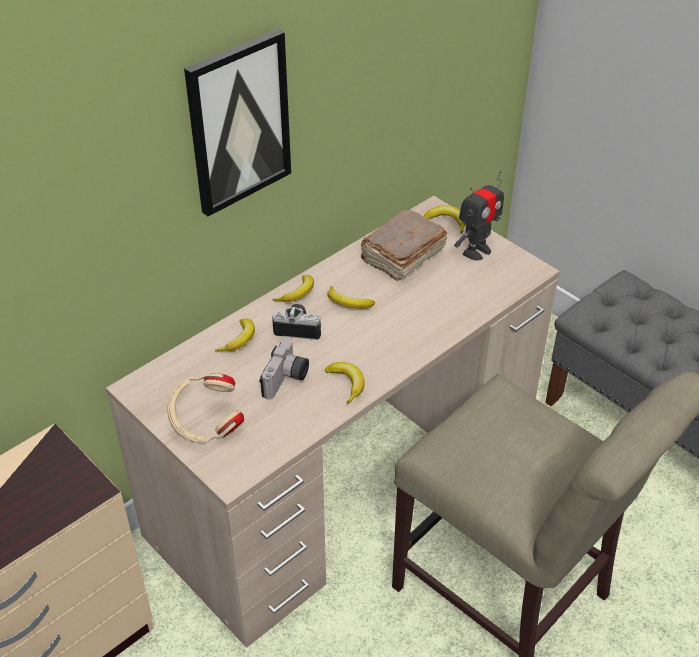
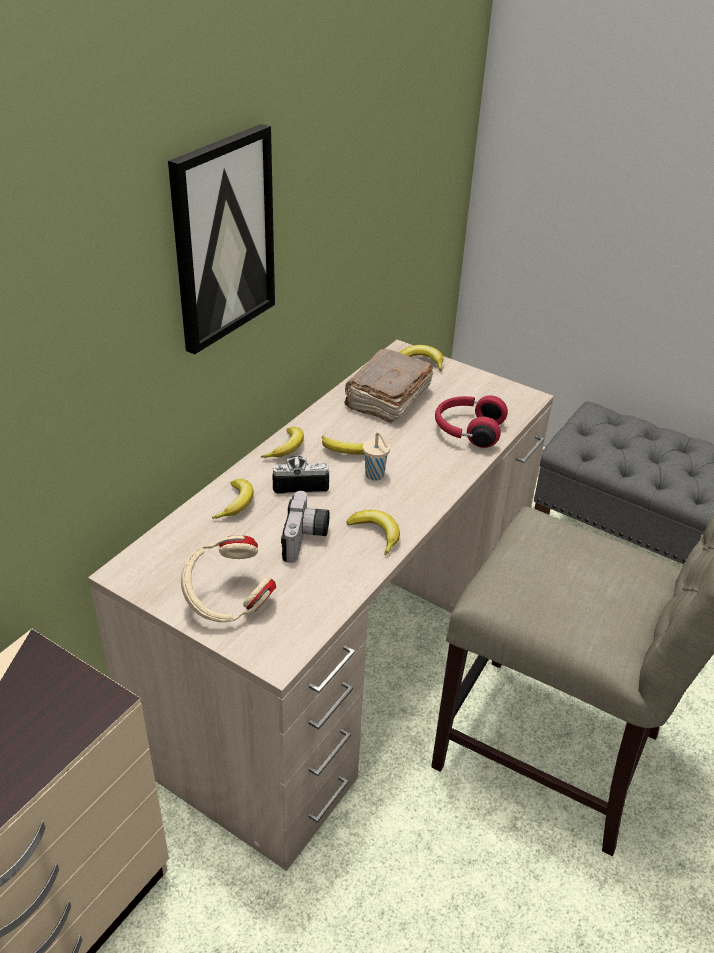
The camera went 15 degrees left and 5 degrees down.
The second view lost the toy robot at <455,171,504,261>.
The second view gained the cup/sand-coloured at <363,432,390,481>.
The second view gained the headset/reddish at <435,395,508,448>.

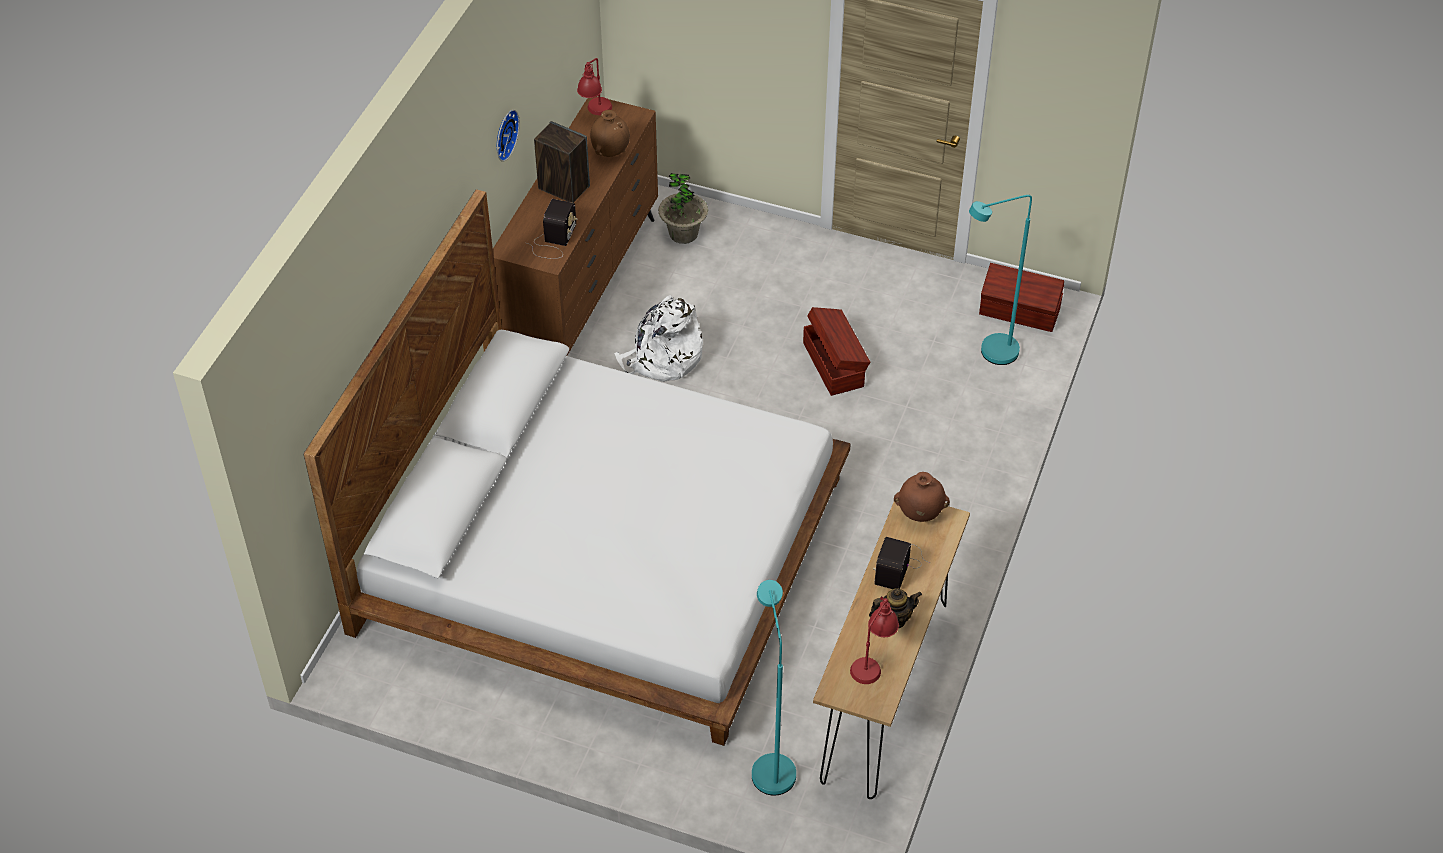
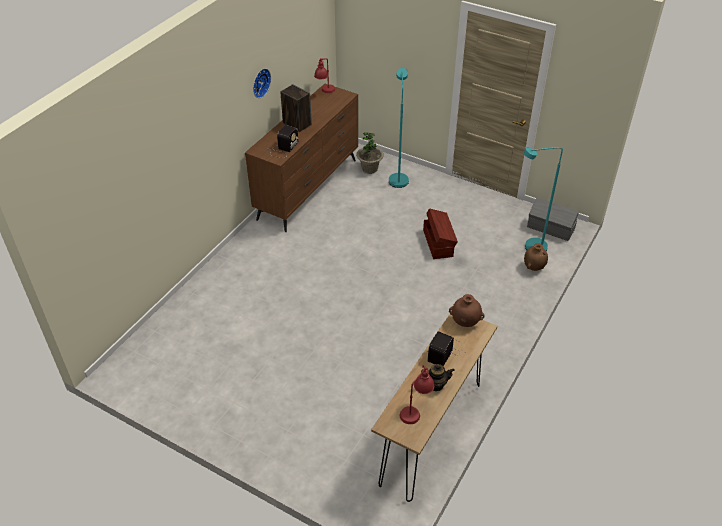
The camera went 10 degrees right and 5 degrees down.
The second view lost the sleeping bed/white at <304,189,851,746>.
The flower vase/brown ended up elsewhere, having gone from <590,110,630,157> to <524,243,548,271>.
The second view lost the knapsack/white at <614,295,703,382>.
The standard lamp/blue-green ended up elsewhere, having gone from <752,580,796,796> to <389,68,409,188>.
What was the storage box/brown at <979,263,1064,332> turned into the storage box/greyish at <527,198,579,241>.

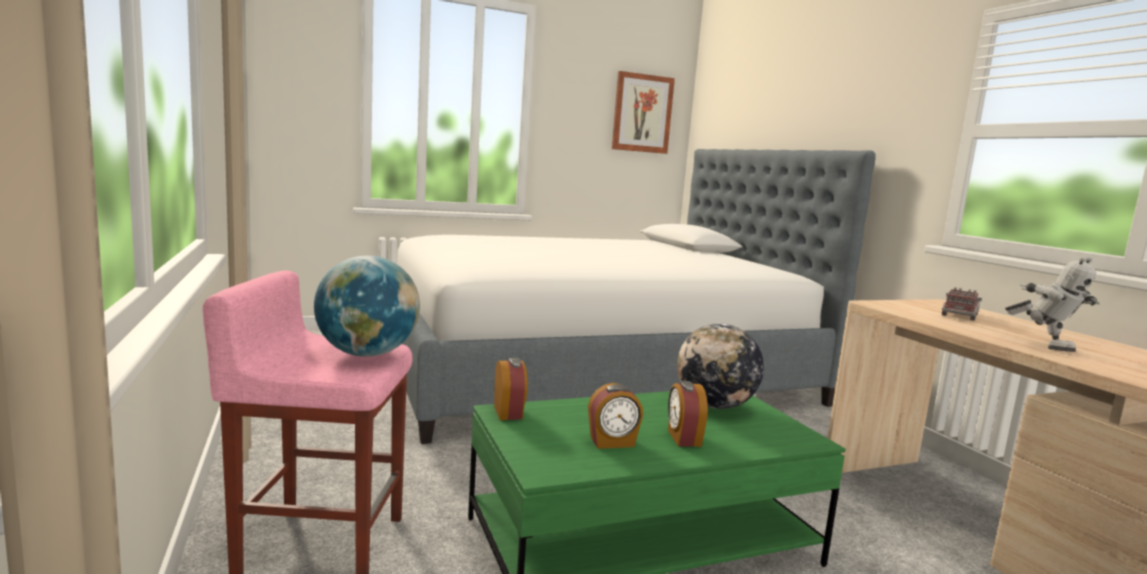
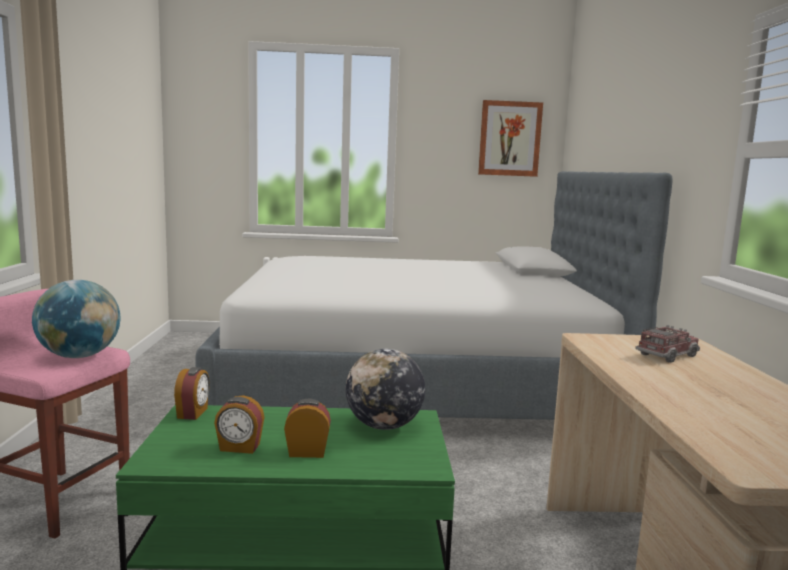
The camera went 20 degrees right and 0 degrees up.
The bedside clock at <668,381,708,447> ended up facing another way, 75 degrees clockwise from before.
The second view lost the toy robot at <1005,257,1100,352>.

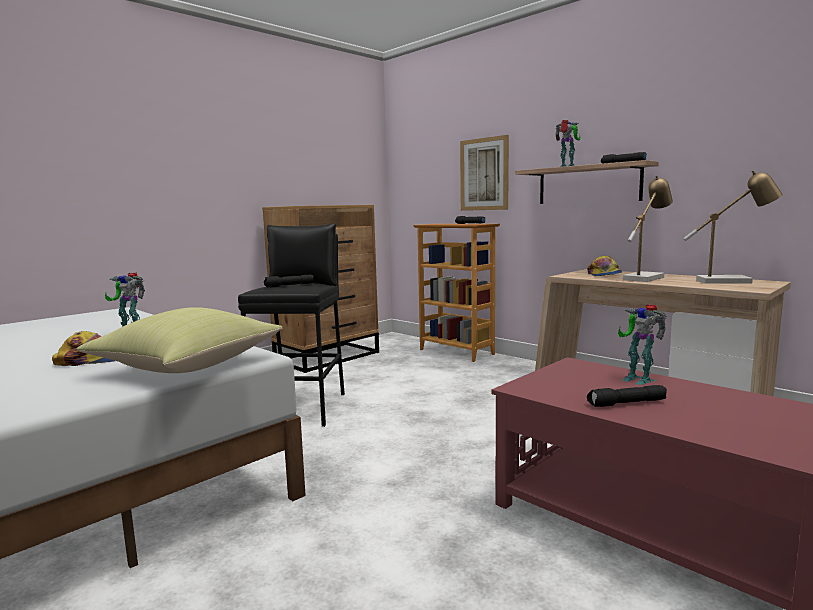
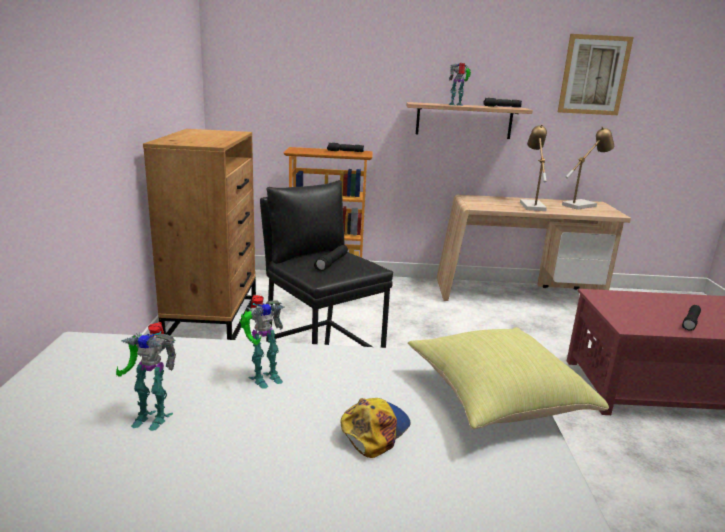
The camera went 45 degrees left and 10 degrees up.
The wall picture ended up elsewhere, having gone from <460,135,509,211> to <558,34,634,115>.
The second view lost the cap at <587,256,622,276>.
The toy robot ended up elsewhere, having gone from <618,304,666,385> to <116,322,176,431>.

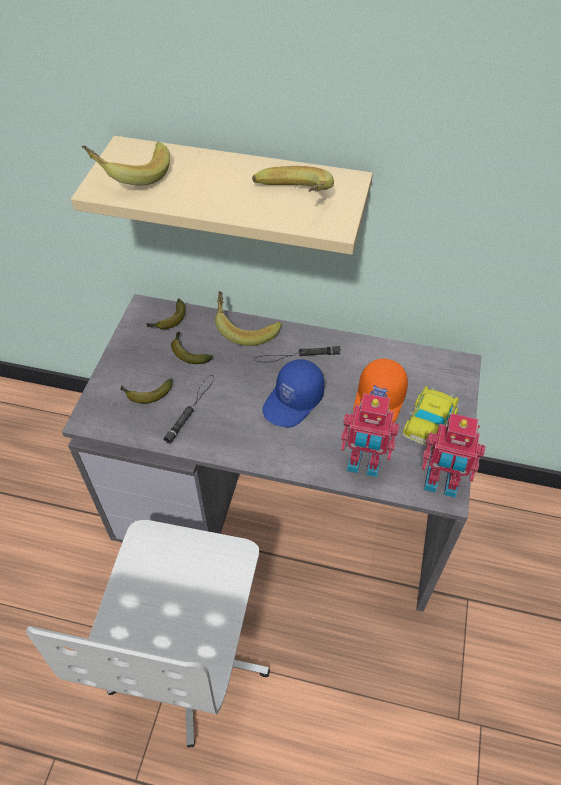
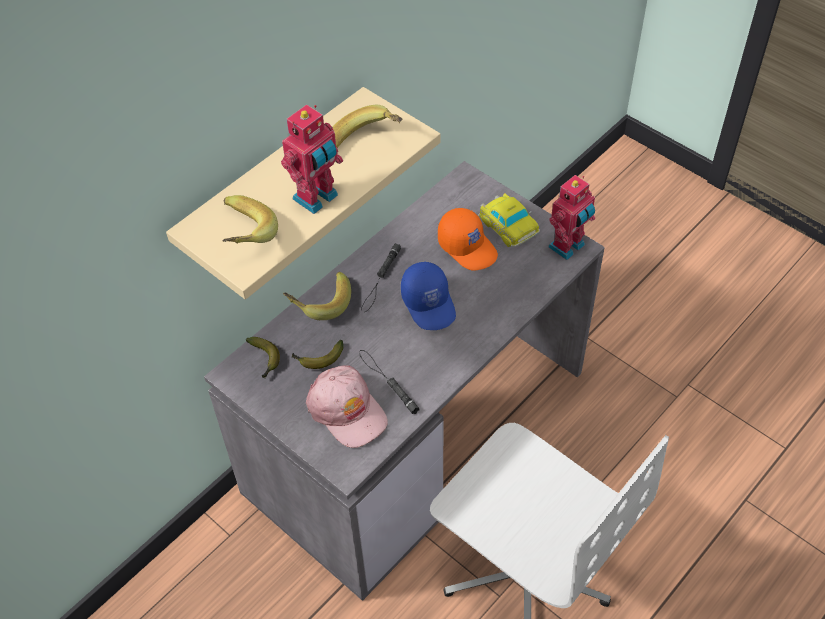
The camera went 60 degrees left and 0 degrees up.
Where the banana stood at <120,378,173,403>, the cap/pink-coloured came to stand at <306,365,388,448>.
The toy robot ended up elsewhere, having gone from <341,393,399,477> to <281,105,343,214>.

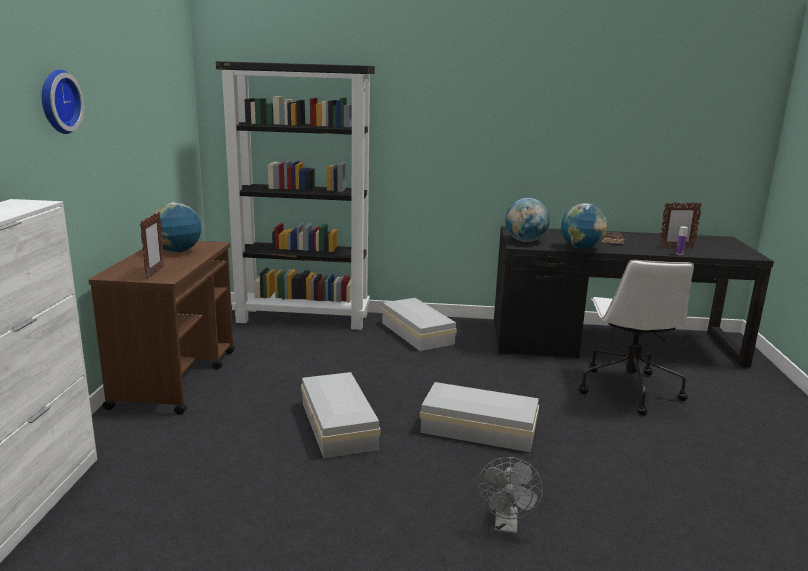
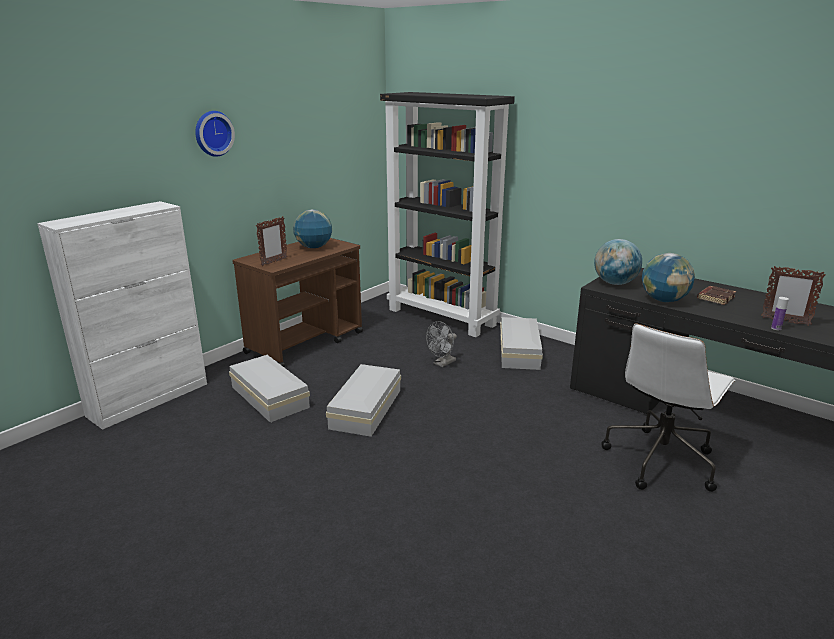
The camera went 35 degrees right and 5 degrees up.
The storage box/white ended up elsewhere, having gone from <420,382,539,452> to <229,355,310,422>.
The cooling fan/greyish ended up elsewhere, having gone from <477,457,543,534> to <426,321,457,367>.

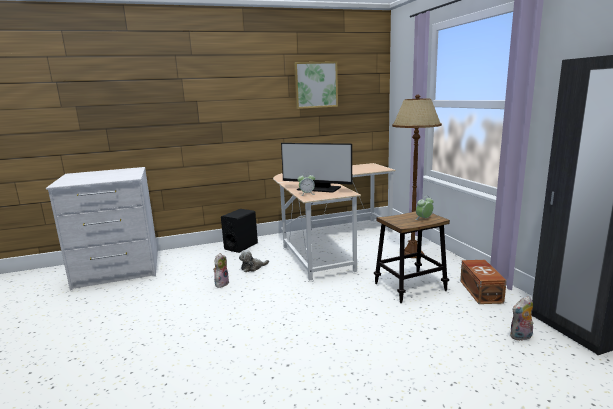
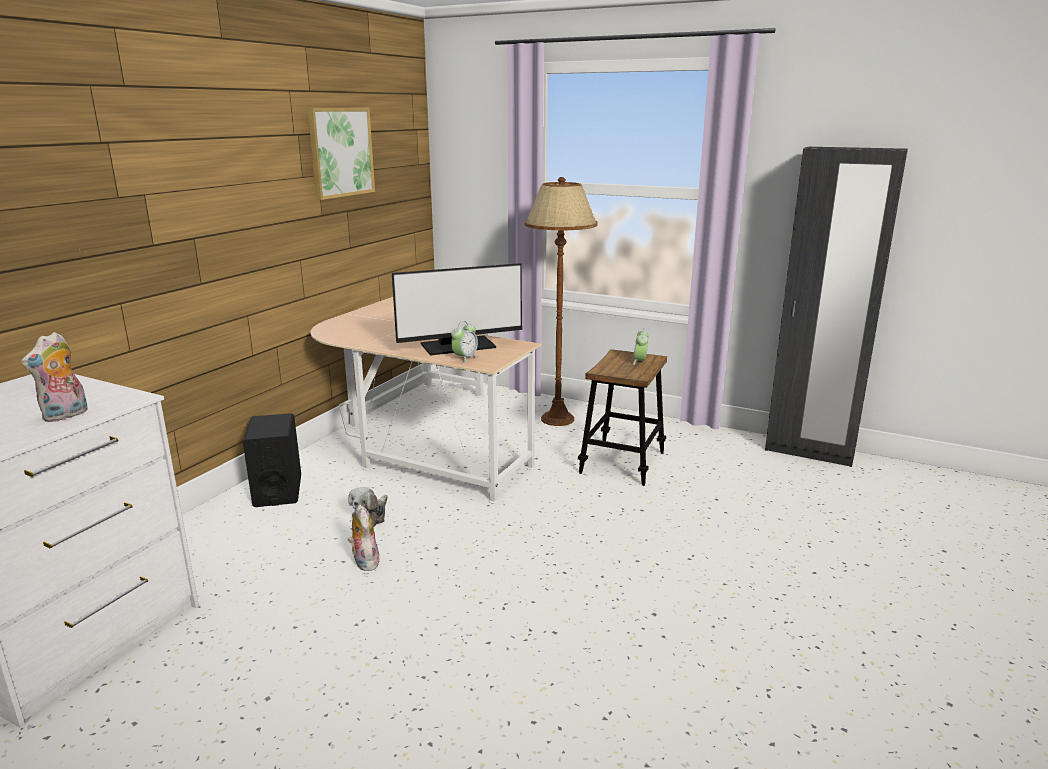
The camera went 45 degrees left and 5 degrees up.
The second view lost the storage box/brown at <460,260,507,304>.
The plush toy ended up elsewhere, having gone from <510,296,534,341> to <21,332,88,422>.

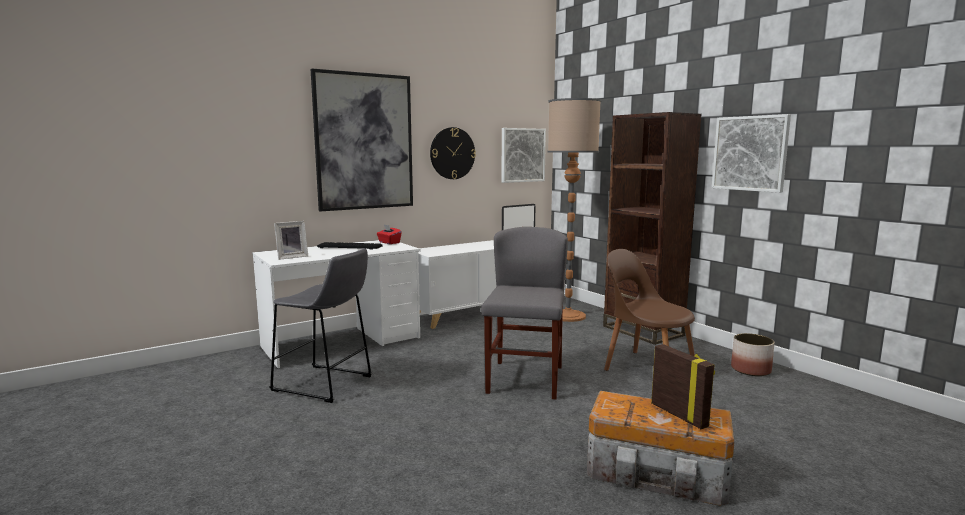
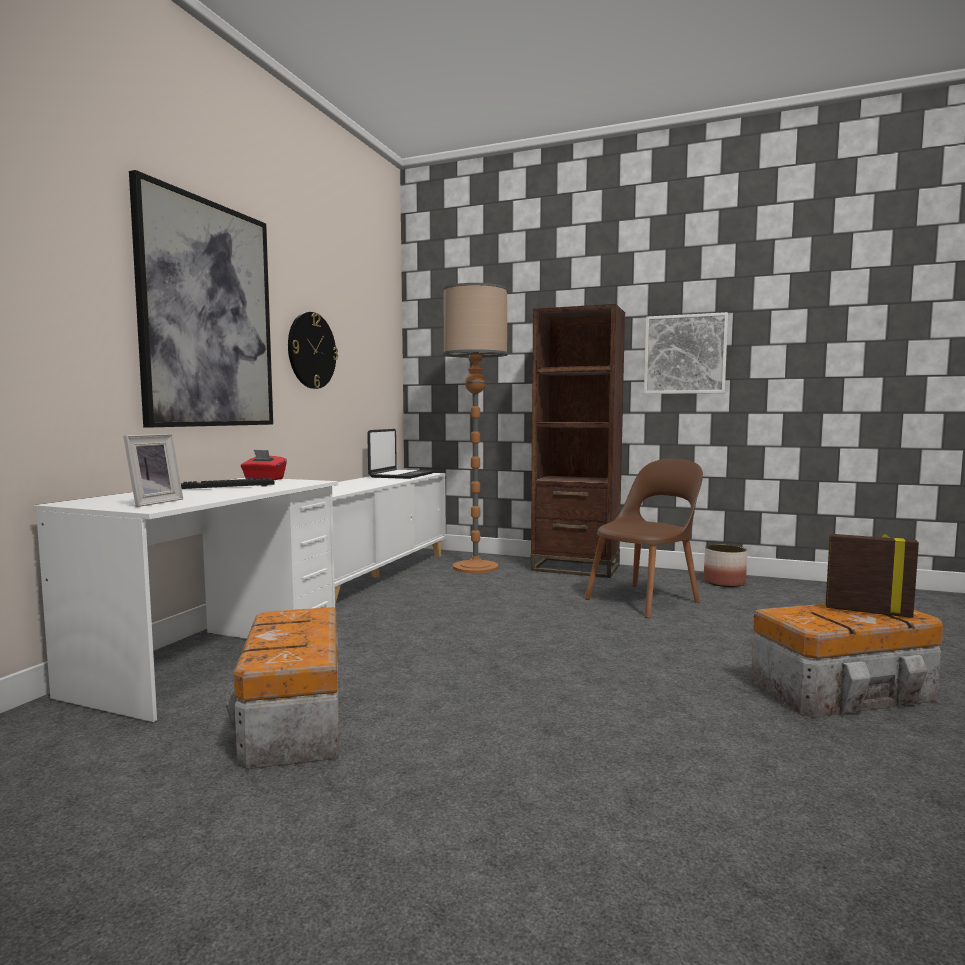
The camera went 35 degrees left and 5 degrees down.
Where the stool seat/greyish stood at <269,248,372,403>, the storage box came to stand at <226,607,339,769>.
The second view lost the chair/greyish at <481,227,568,400>.
The second view lost the wall picture at <501,128,546,183>.
The chair/brown at <604,249,695,371> ended up facing another way, 135 degrees clockwise from before.

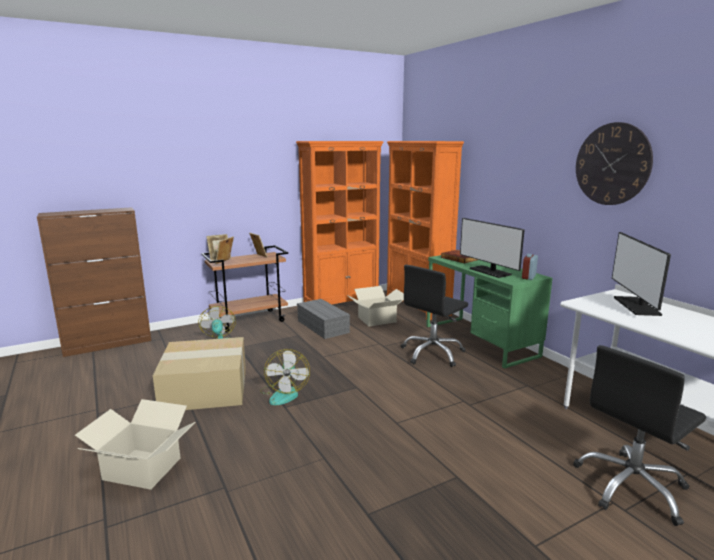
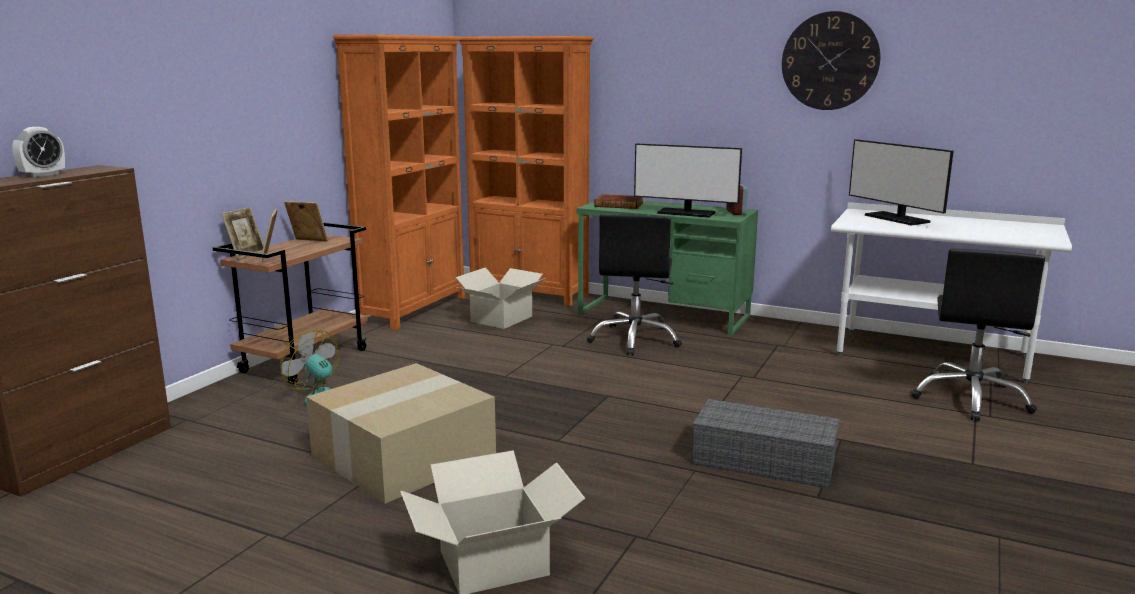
The camera went 35 degrees left and 0 degrees up.
The second view lost the cooling fan at <260,349,310,405>.
The storage box/greyish ended up elsewhere, having gone from <297,299,350,339> to <692,399,840,488>.
The second view gained the bedside clock at <12,127,65,177>.

